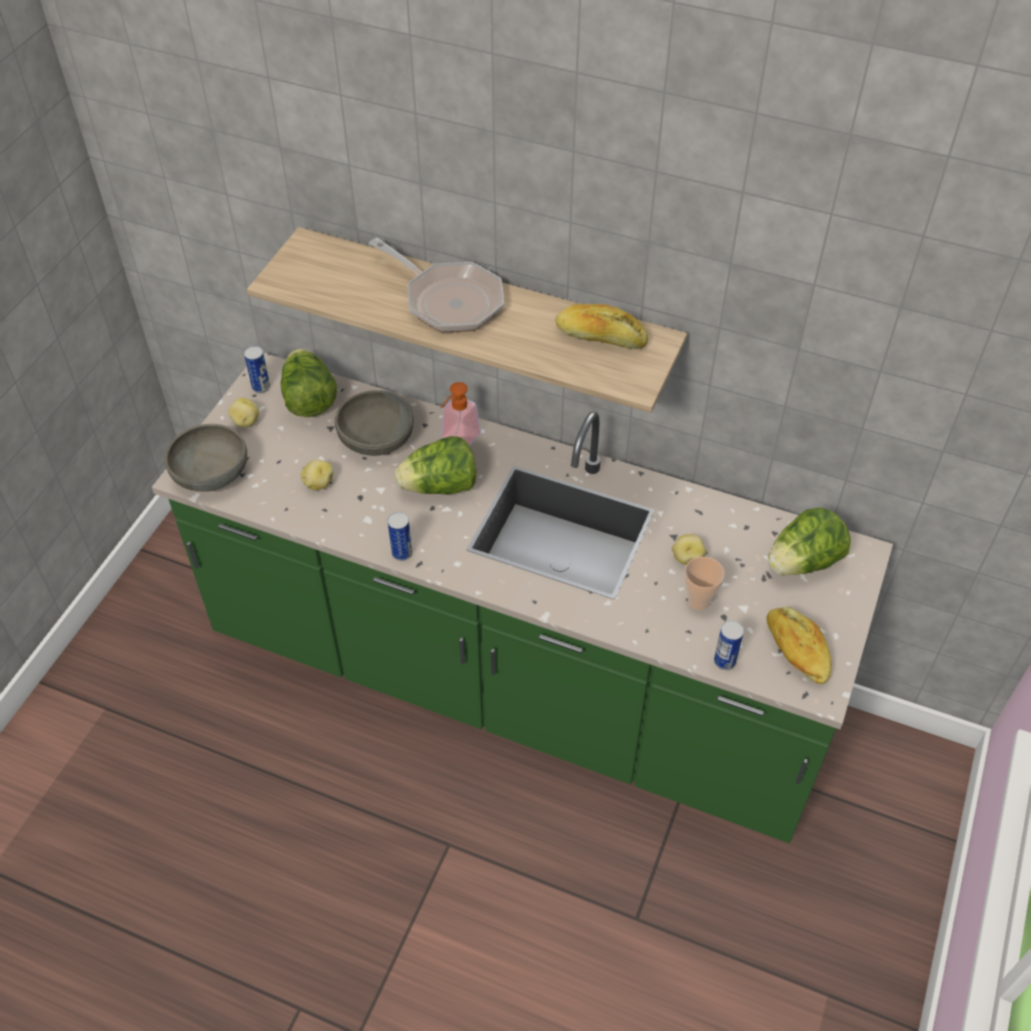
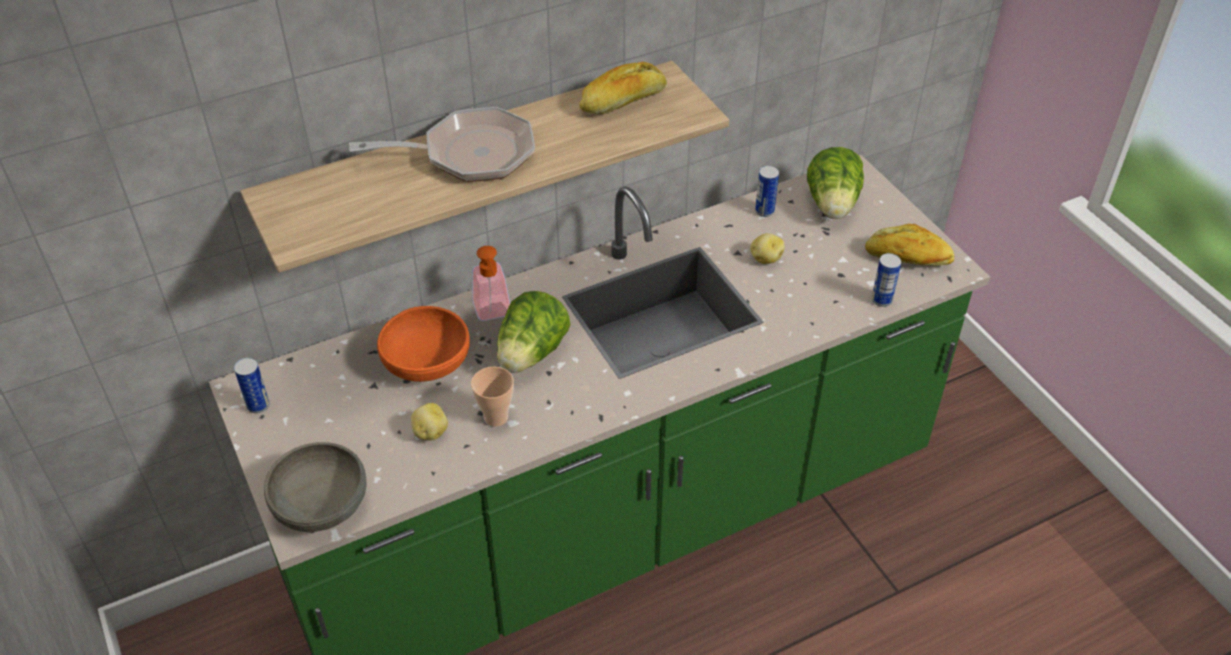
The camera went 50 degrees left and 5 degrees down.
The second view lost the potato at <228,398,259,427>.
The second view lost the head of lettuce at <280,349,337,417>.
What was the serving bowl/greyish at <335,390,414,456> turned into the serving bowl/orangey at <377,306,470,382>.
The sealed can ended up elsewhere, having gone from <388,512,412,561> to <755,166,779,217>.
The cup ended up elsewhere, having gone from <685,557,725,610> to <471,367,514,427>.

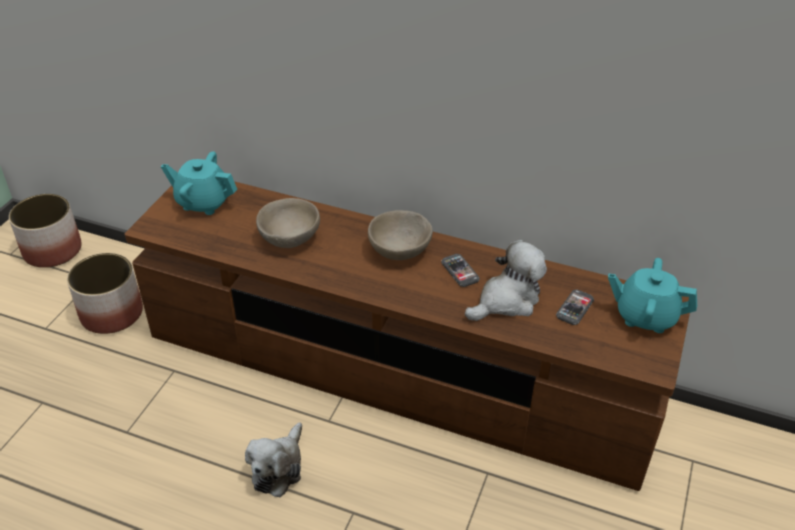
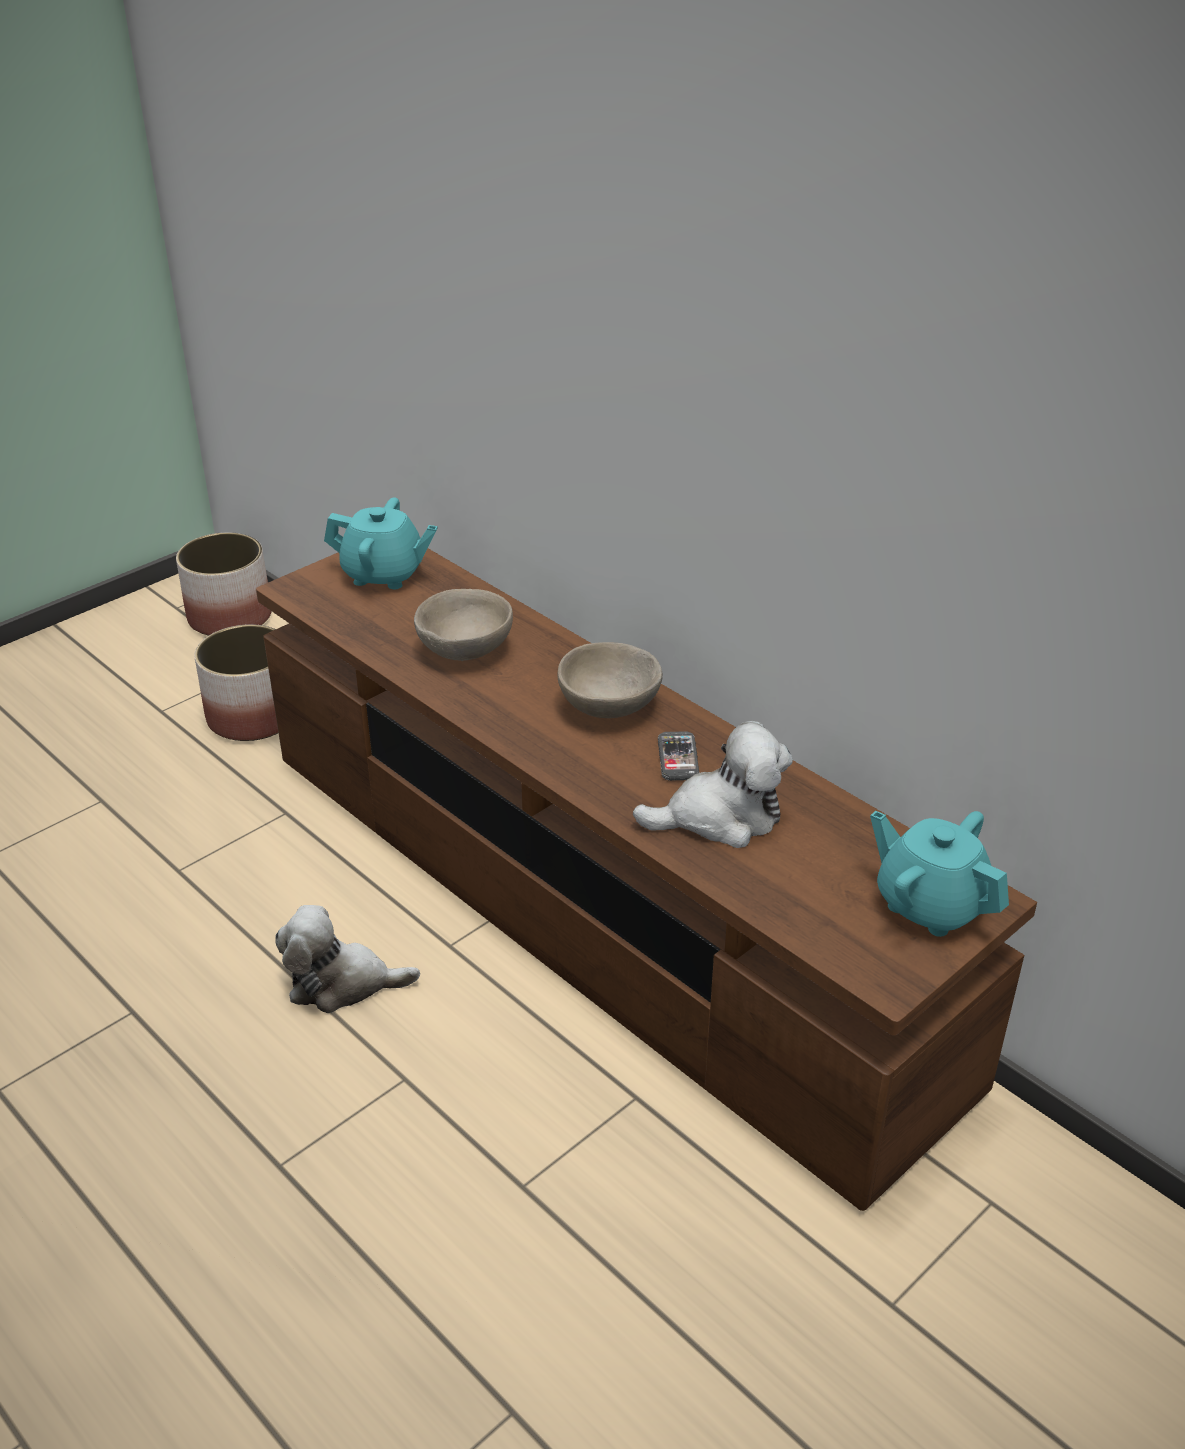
The camera went 25 degrees right and 5 degrees down.
The teapot/blue-green at <161,151,237,215> ended up facing another way, 150 degrees clockwise from before.
The plush toy at <245,422,302,497> ended up facing another way, 45 degrees clockwise from before.
The second view lost the phone at <556,290,594,325>.

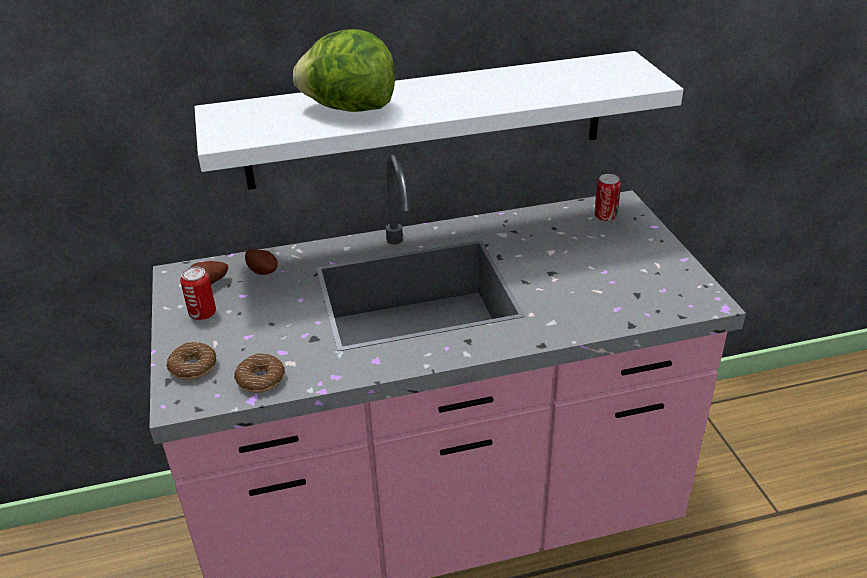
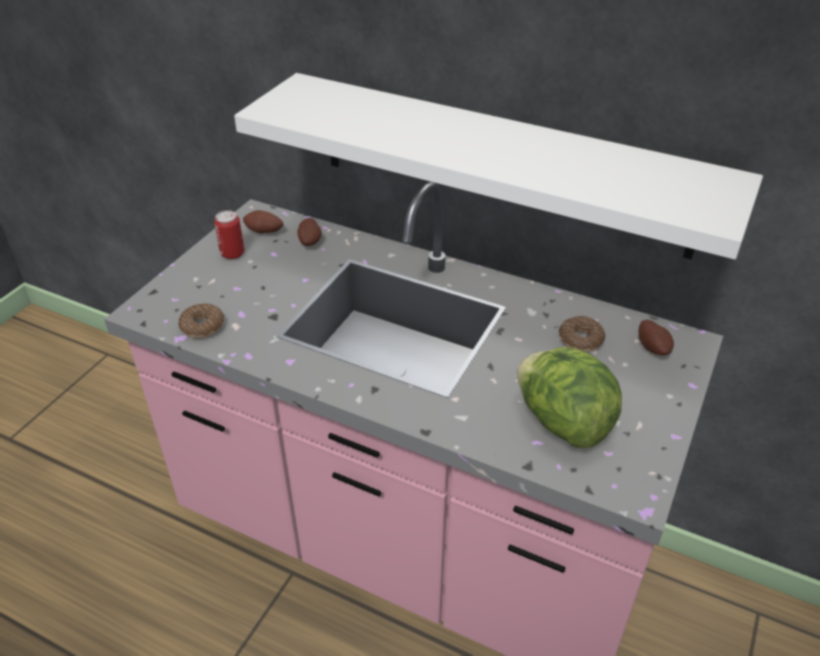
The camera went 40 degrees right and 5 degrees up.
The ring doughnut ended up elsewhere, having gone from <166,342,216,380> to <559,316,606,352>.
The head of lettuce ended up elsewhere, having gone from <293,29,395,112> to <517,347,622,448>.
Where the sealed can stood at <595,174,621,221>, the potato came to stand at <638,320,674,355>.

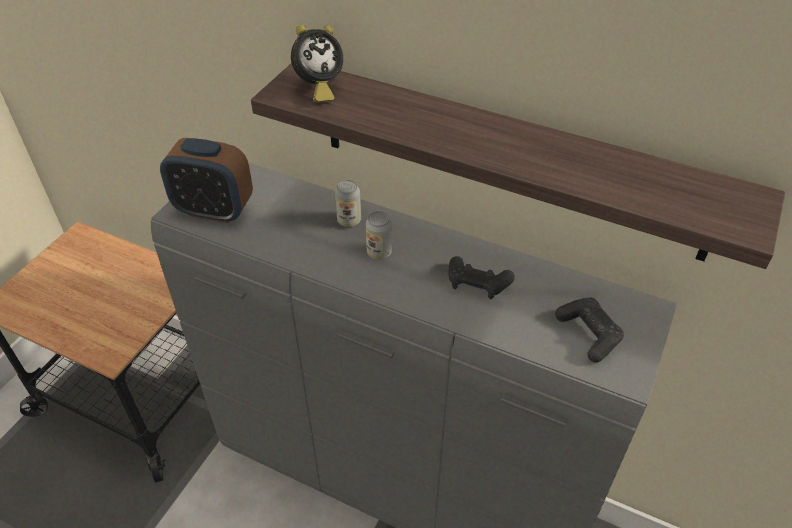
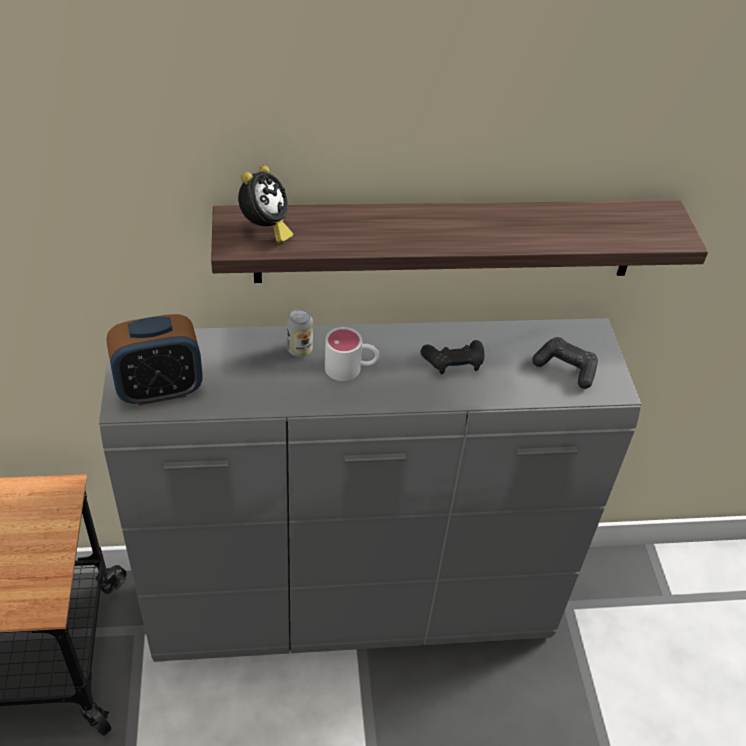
The camera went 35 degrees left and 0 degrees up.
Where the sealed can stood at <366,211,392,260>, the tea mug/white came to stand at <325,327,379,381>.

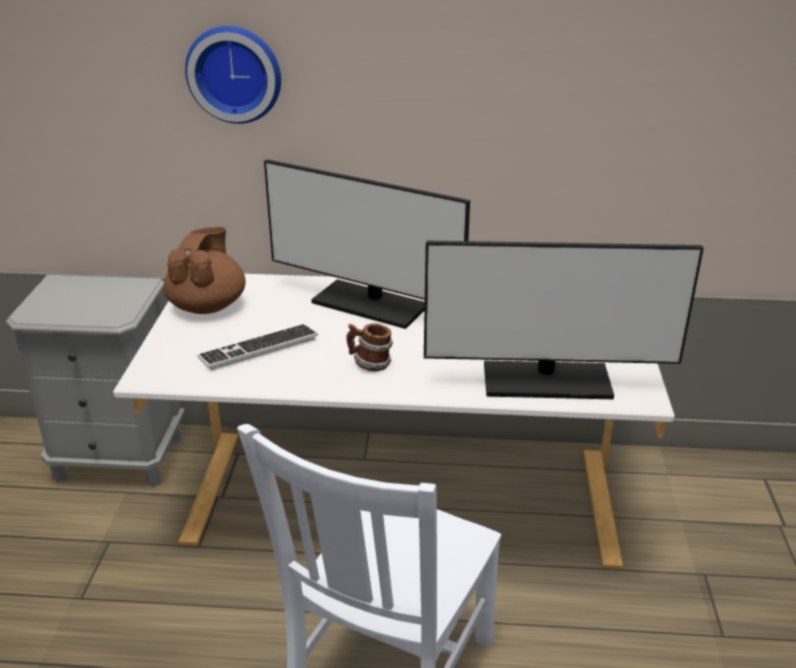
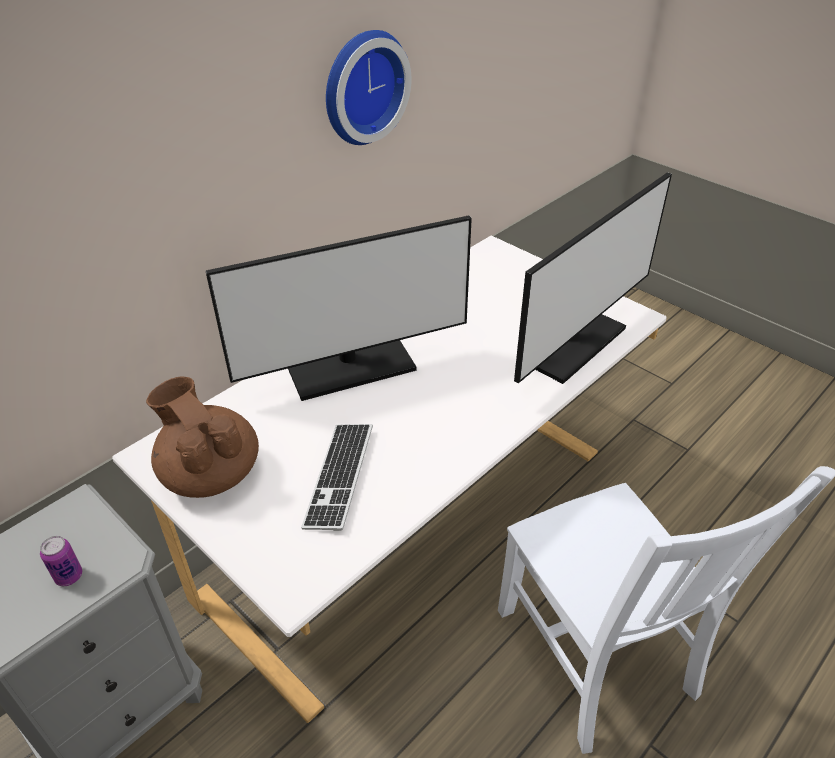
The camera went 50 degrees left and 10 degrees up.
The hanging clock ended up elsewhere, having gone from <185,26,281,124> to <326,30,411,145>.
The second view lost the tea mug at <346,323,393,372>.
The second view gained the sealed can at <40,536,82,586>.

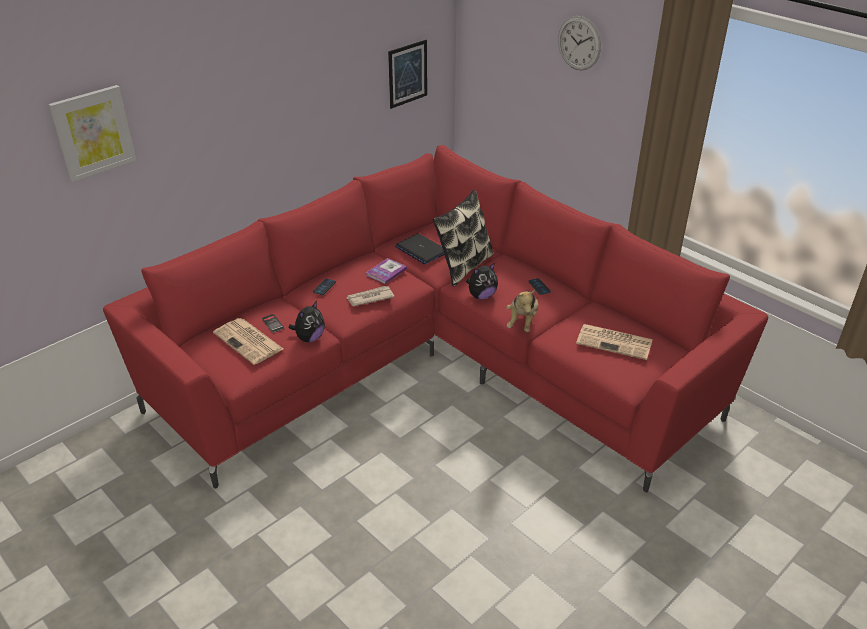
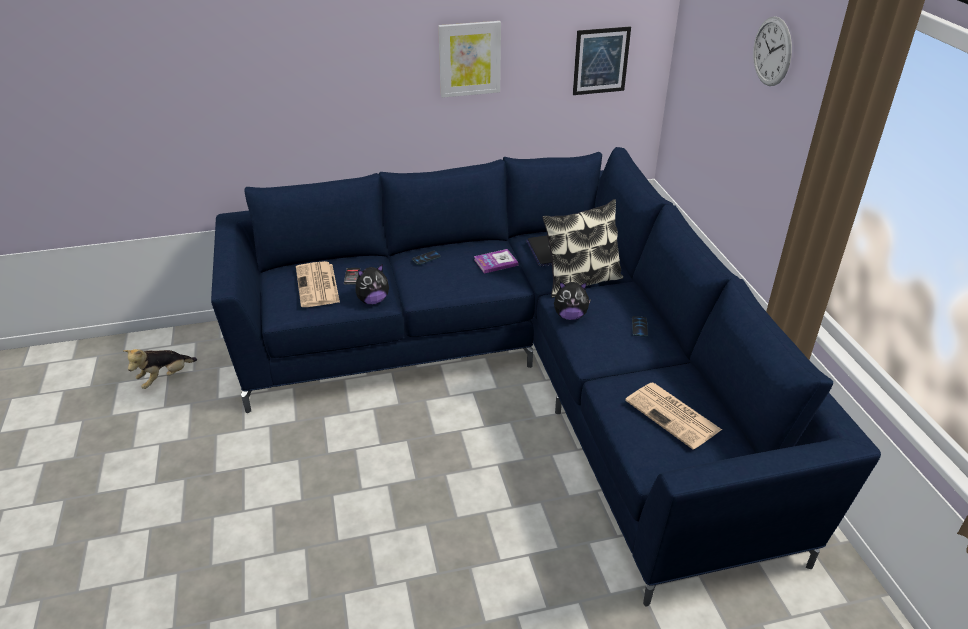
The camera went 30 degrees right and 0 degrees up.
The wall picture ended up elsewhere, having gone from <48,85,136,182> to <438,21,501,98>.
What was the couch/reddish at <103,145,768,493> turned into the couch/bluish at <211,147,881,607>.
The second view lost the newspaper at <347,286,394,307>.
The plush toy ended up elsewhere, having gone from <506,289,538,332> to <123,349,197,389>.

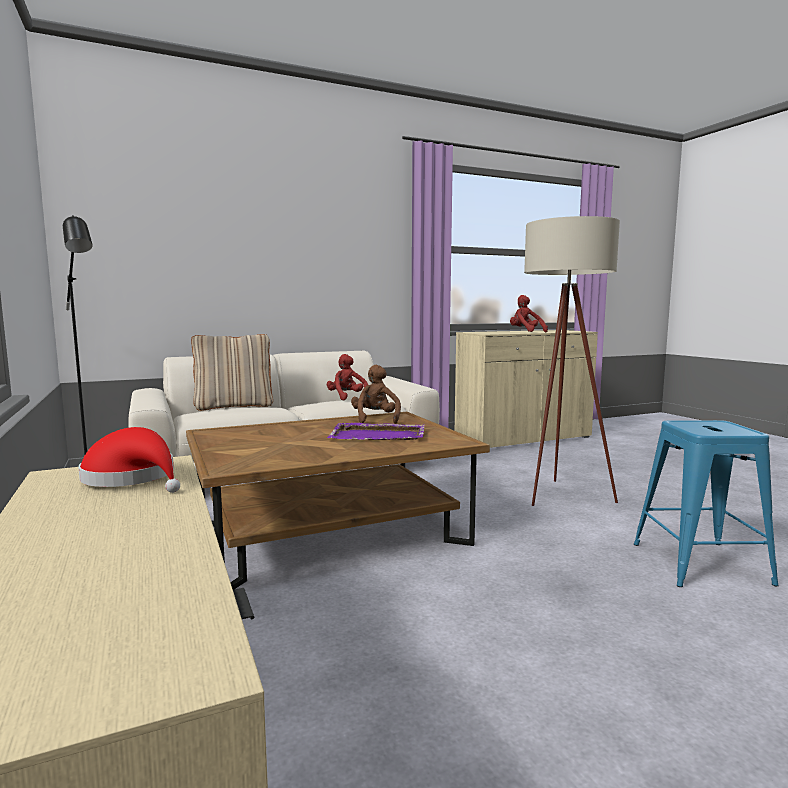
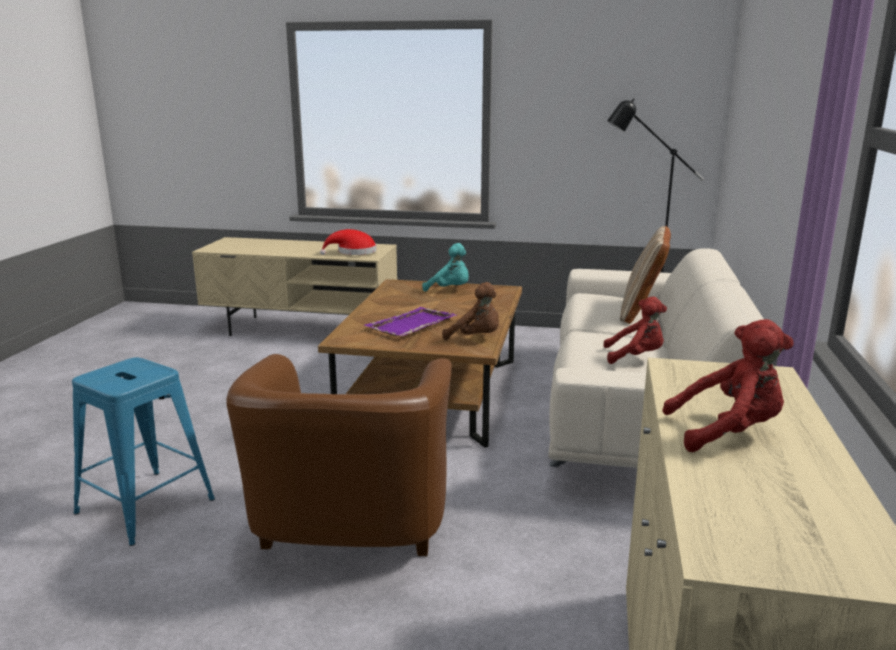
The camera went 125 degrees right and 10 degrees up.
Where the standard lamp/sand-coloured stood at <524,216,620,506>, the armchair/brown came to stand at <226,354,452,556>.
The second view gained the plush toy/blue-green at <422,243,469,292>.

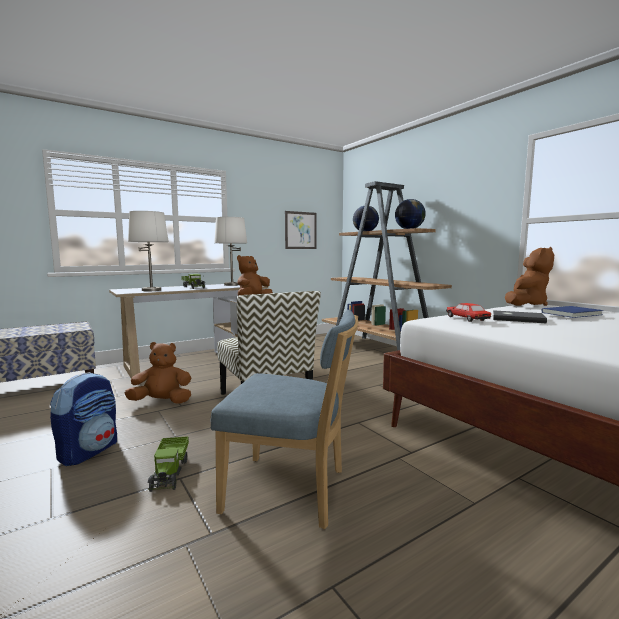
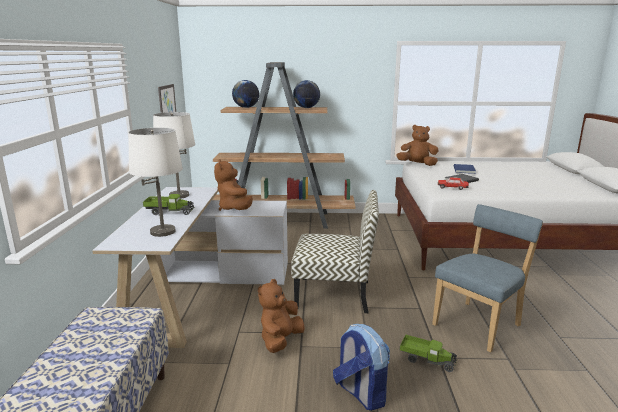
The camera went 55 degrees left and 10 degrees up.
The plush toy/brown at <505,247,554,306> ended up facing another way, 60 degrees counterclockwise from before.

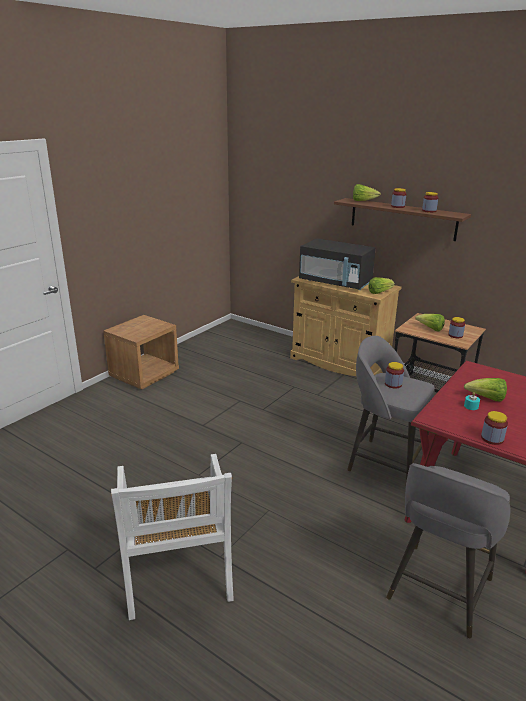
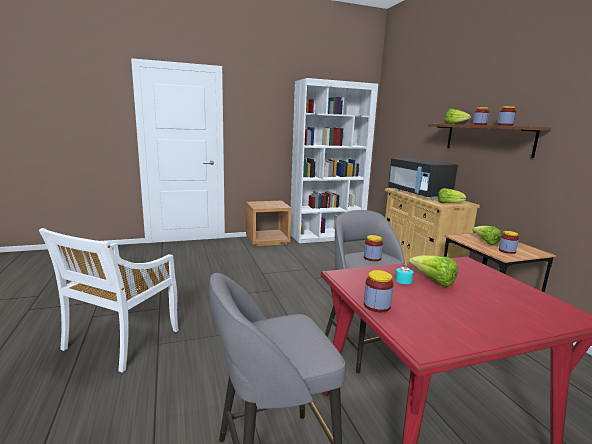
The camera went 35 degrees right and 10 degrees down.
The second view gained the shelving unit/white at <291,78,378,243>.

